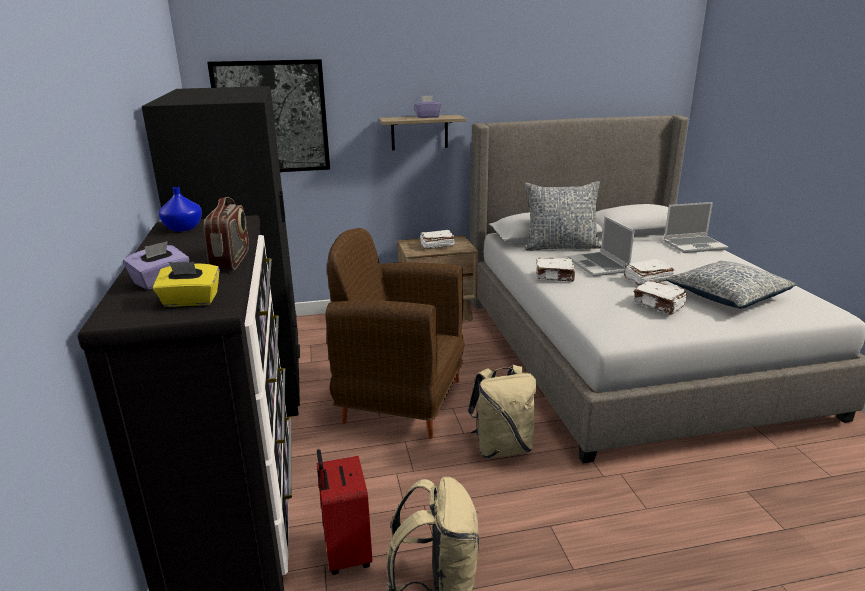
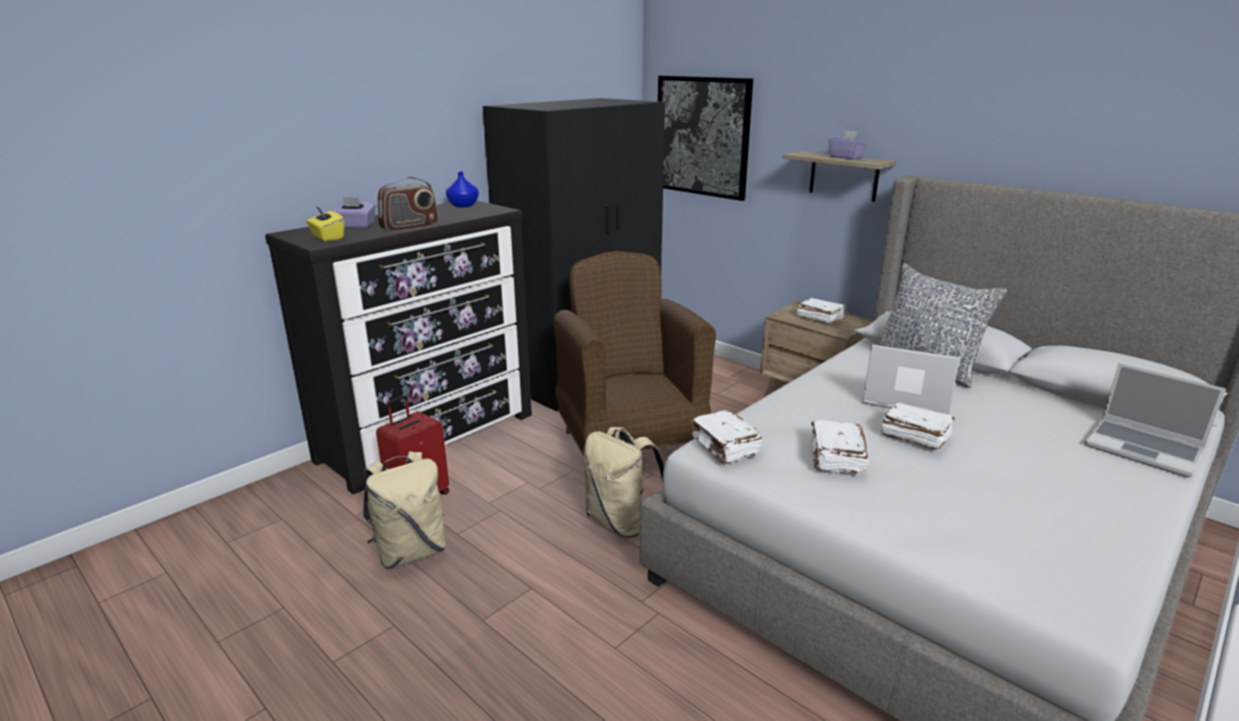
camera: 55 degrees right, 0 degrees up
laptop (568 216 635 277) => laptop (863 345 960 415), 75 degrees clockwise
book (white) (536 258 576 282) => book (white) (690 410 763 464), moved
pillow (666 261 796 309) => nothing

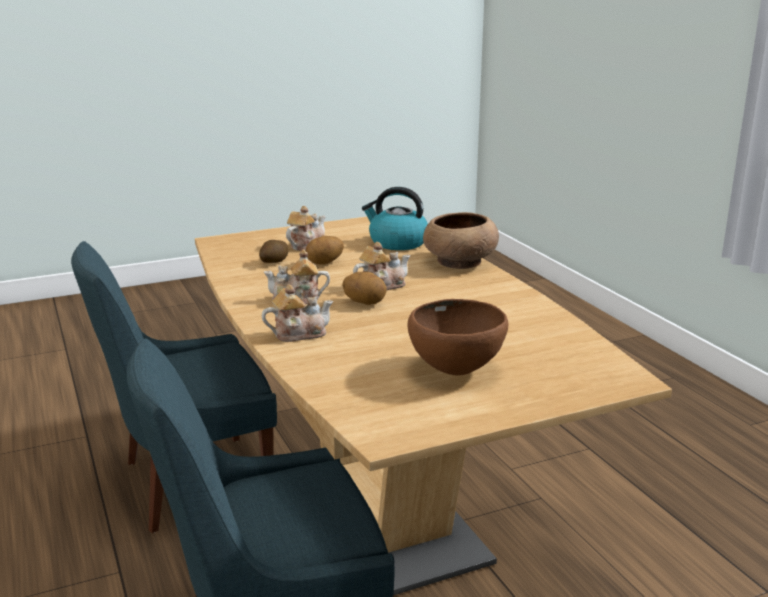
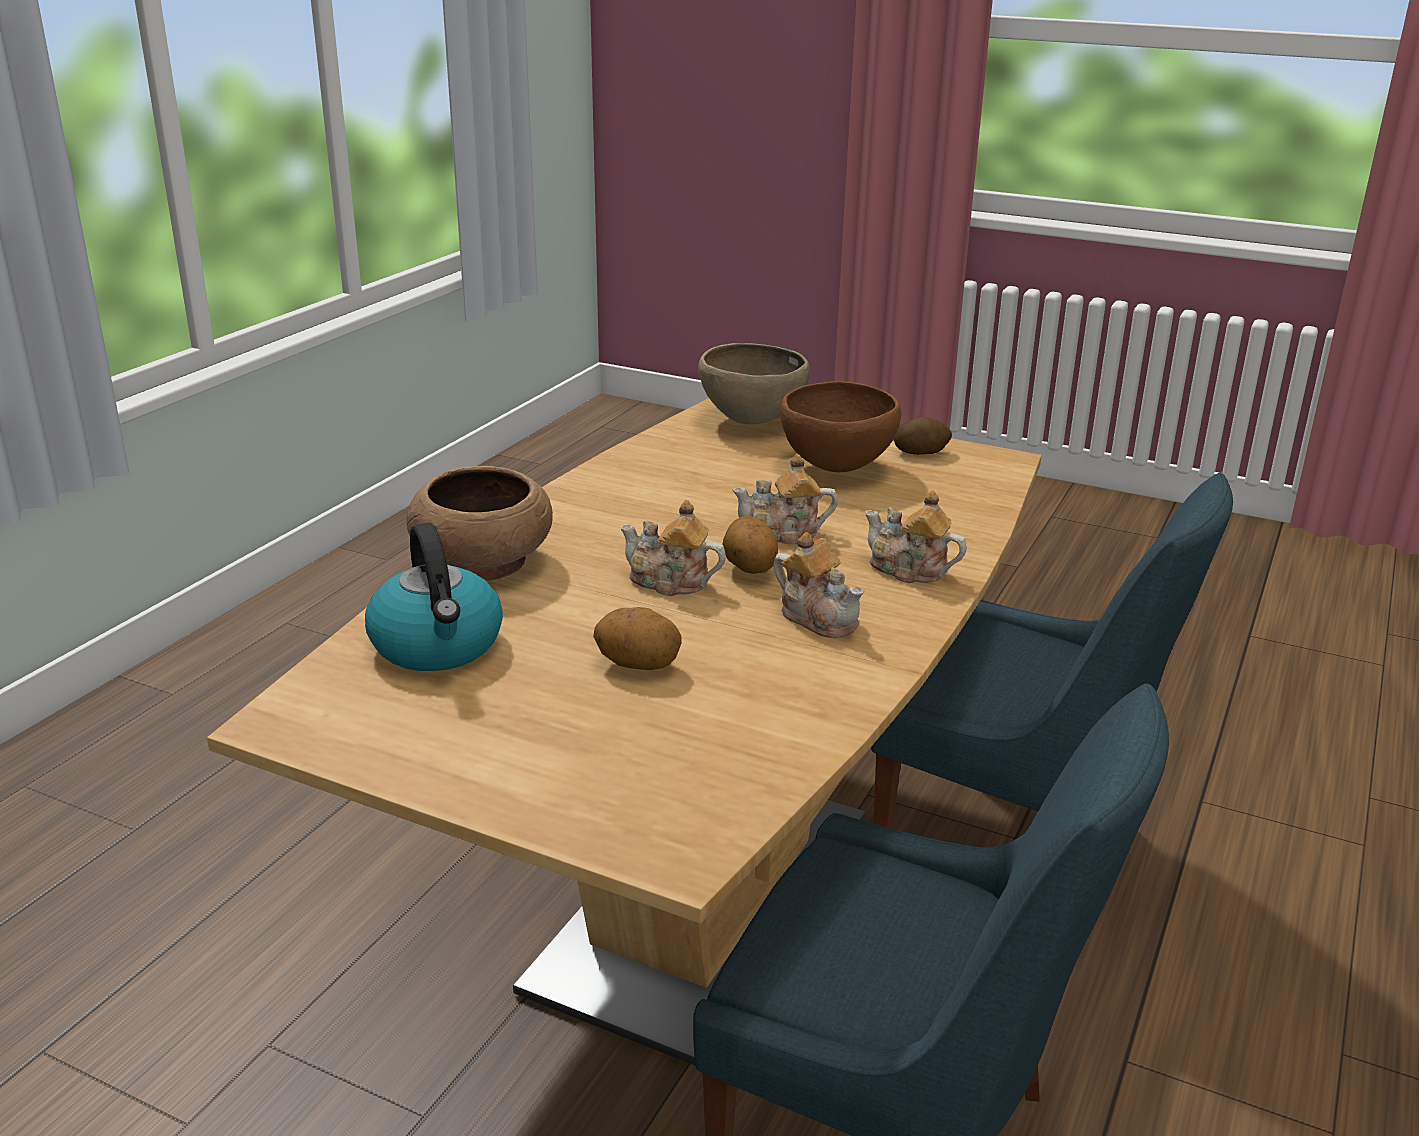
camera: 130 degrees left, 5 degrees up
teapot (286 206 325 251) => teapot (732 454 838 545), moved
potato (259 240 288 263) => potato (894 417 952 455), moved
nothing => bowl (brown) (698 343 810 424)

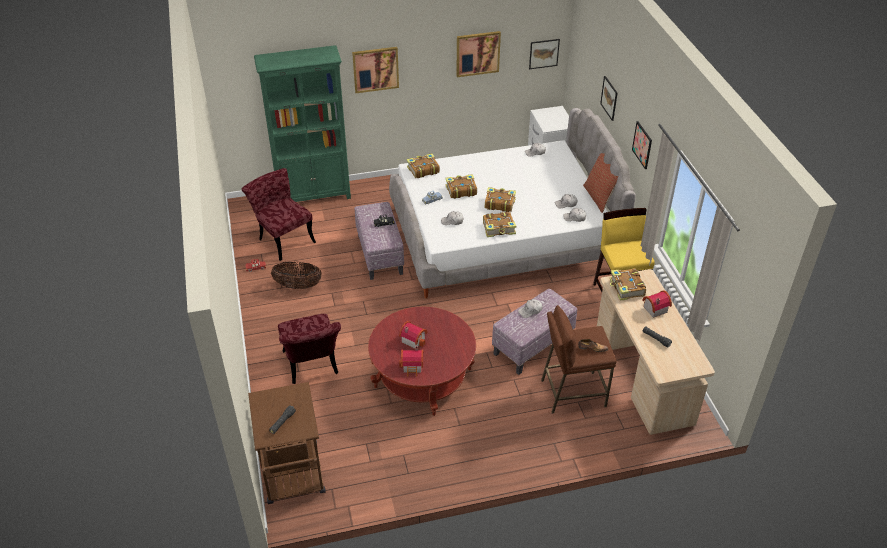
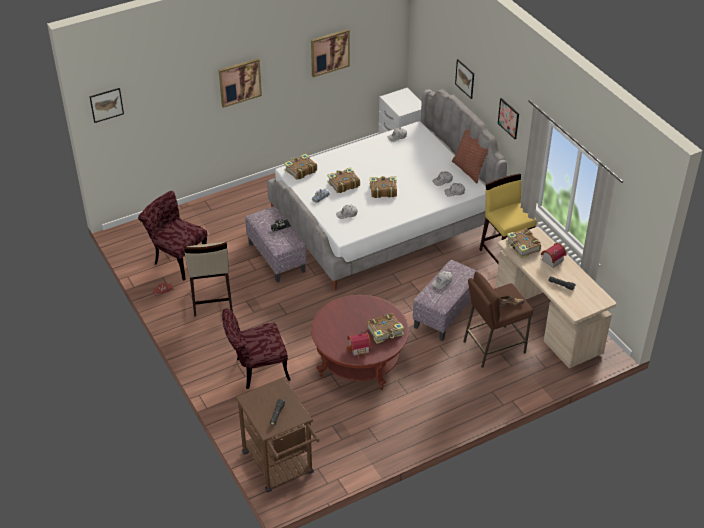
camera: 15 degrees left, 0 degrees up
picture (529 39 560 69) => picture (89 88 124 123), moved
bookcase (green) (254 45 351 202) => nothing
book (483 212 516 237) => book (367 313 404 344), moved
basket (271 262 322 289) => stool (beige) (184 242 233 317)
chair (red) (278 314 341 384) => chair (red) (222 308 291 389), 105 degrees clockwise
toy house (399 321 428 349) => nothing

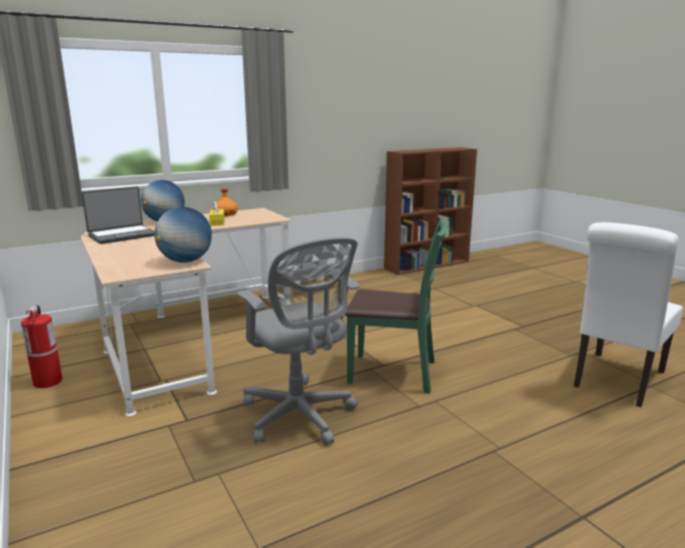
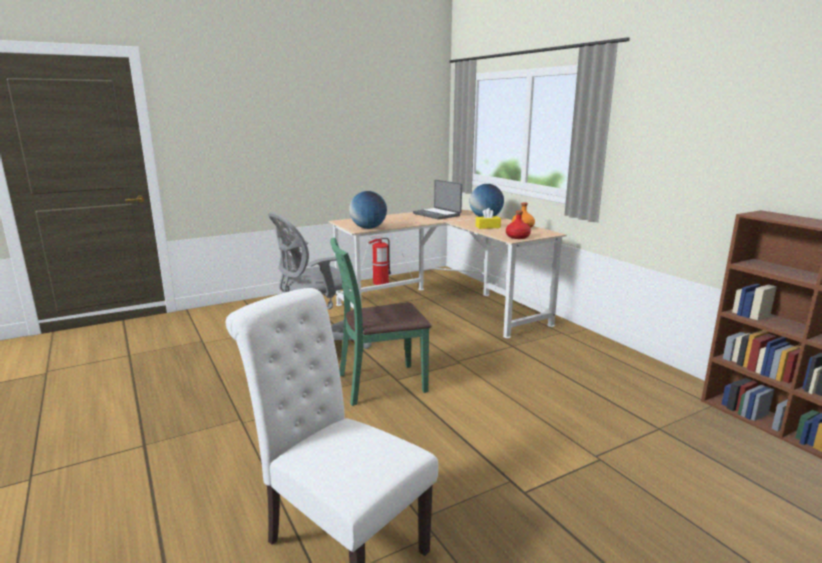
camera: 90 degrees right, 0 degrees up
chair (green) (345 219 448 394) => chair (green) (330 238 432 406), 60 degrees clockwise
nothing => bottle (red) (506 210 531 239)

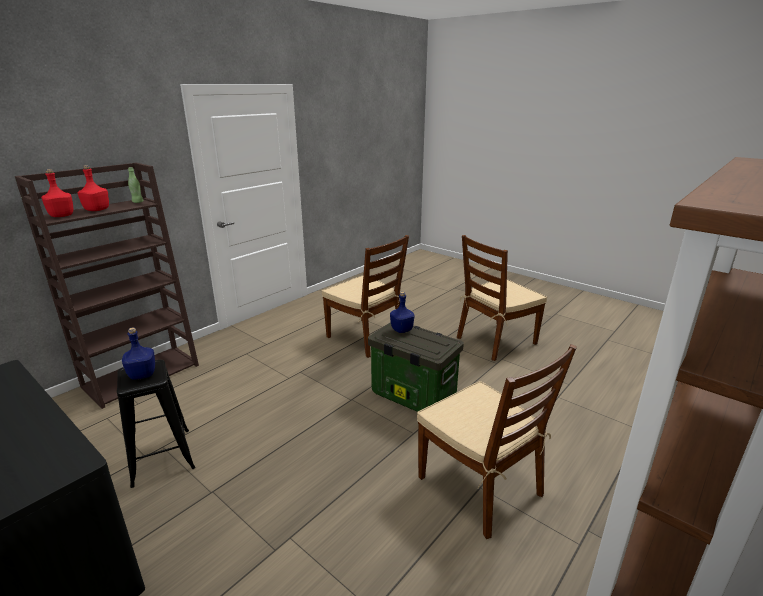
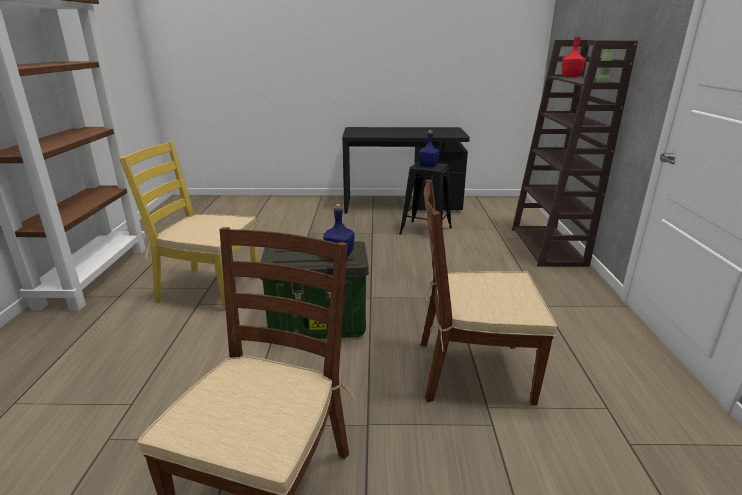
camera: 140 degrees right, 0 degrees up
bottle (red) (78 165 109 211) => nothing
chair (brown) (417 344 577 539) => chair (yellow) (119 141 258 311)

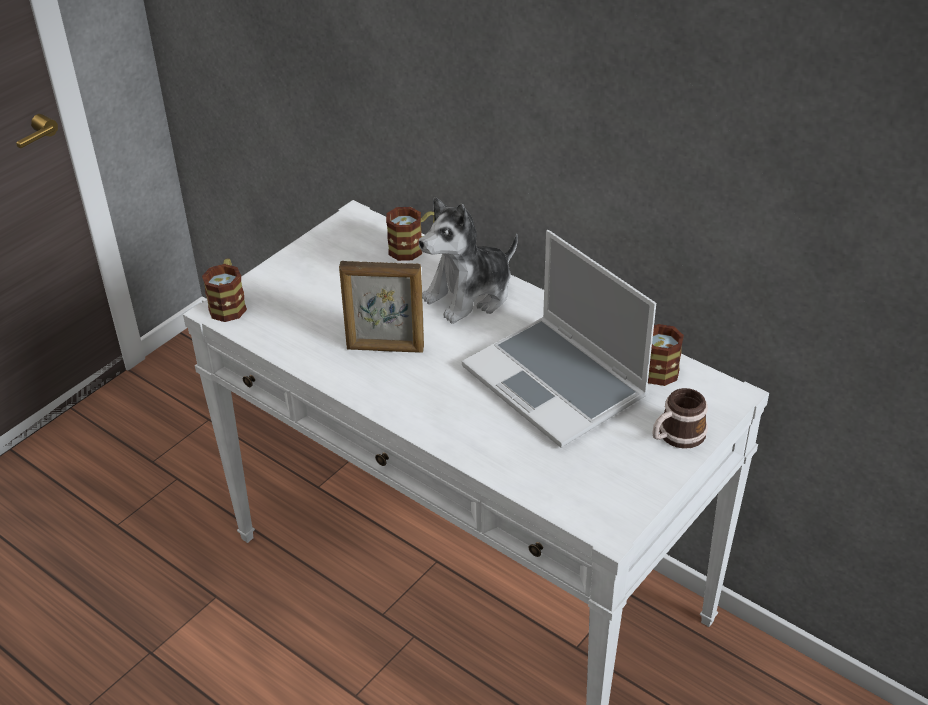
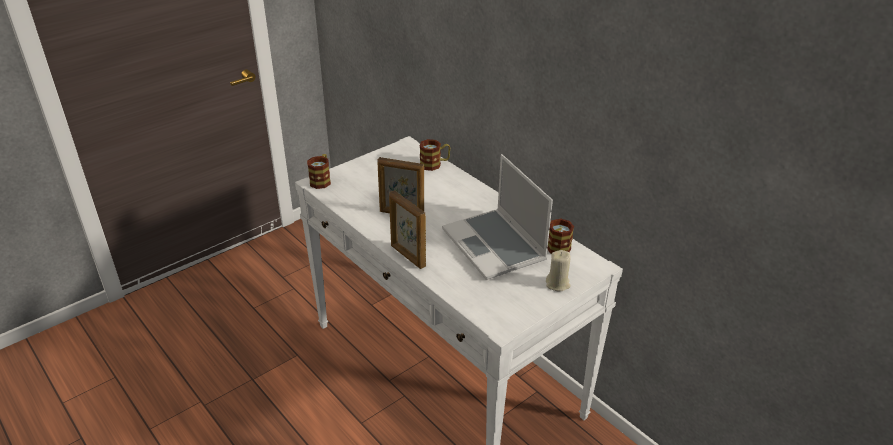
camera: 10 degrees right, 5 degrees down
plush toy (419 197 518 324) => nothing
mug (652 388 708 449) => candle (beige) (546 250 571 291)
nothing => picture frame (389 190 426 269)

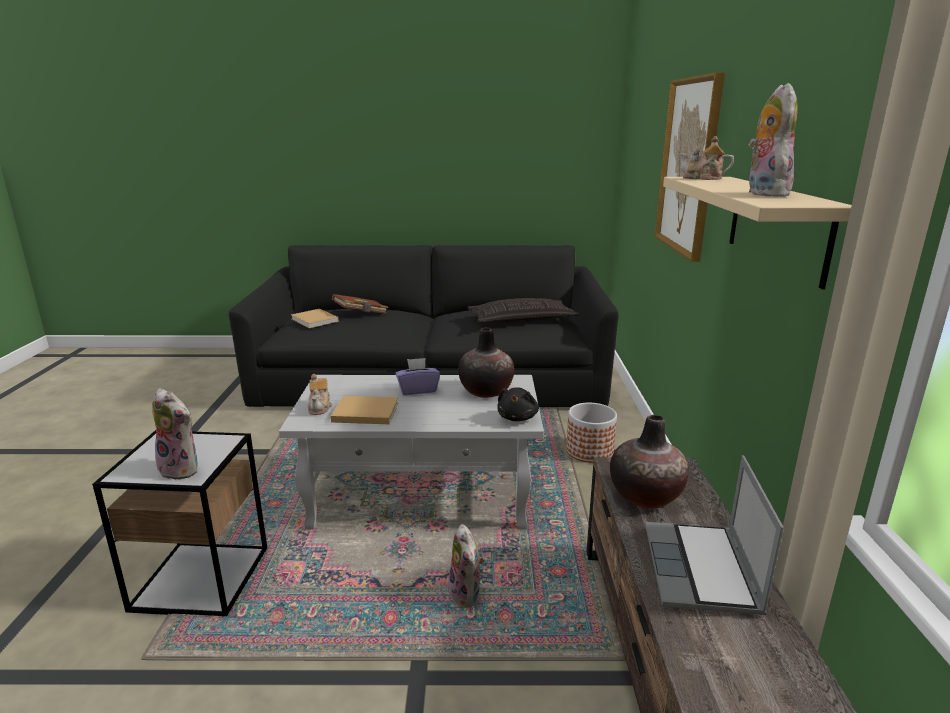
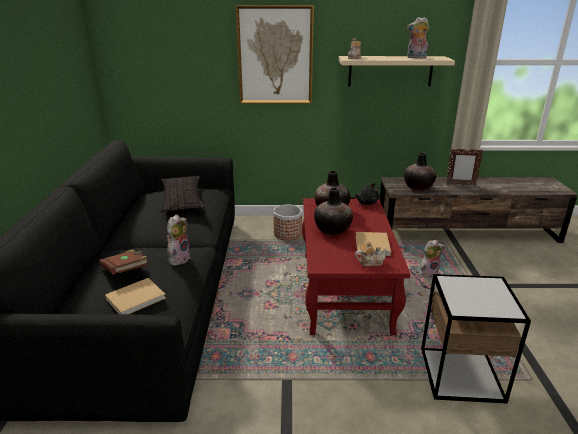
camera: 90 degrees left, 5 degrees up
tissue box (purple) (395 358 440 395) => vase (314 188 353 236)
coffee table (white) (279 375 544 529) => coffee table (red) (302 198 411 335)
plush toy (152 388 198 480) => plush toy (167 214 190 266), moved
laptop (645 455 784 615) => picture frame (446 148 483 186)

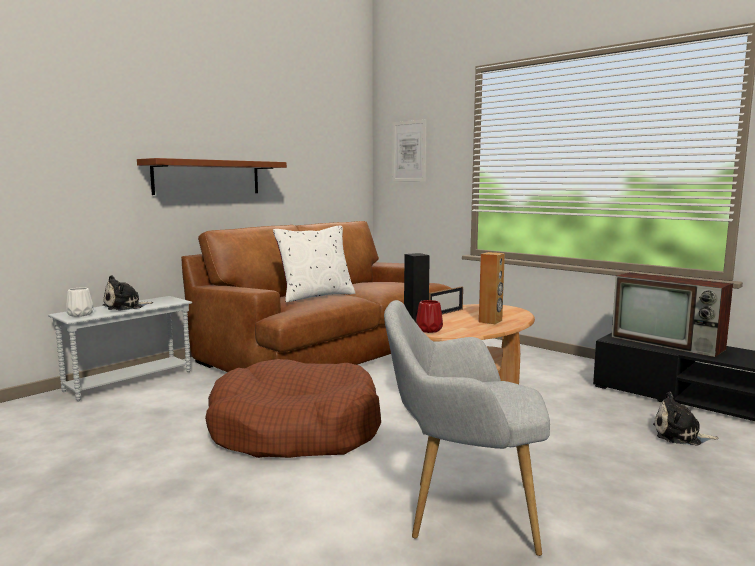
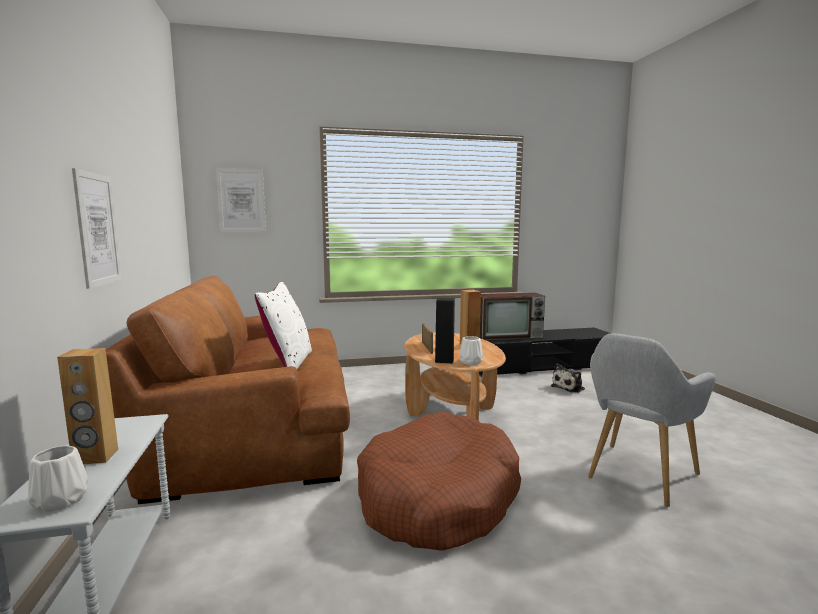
camera: 55 degrees left, 0 degrees up
shelf (brown) (137 158 287 195) => picture (72 168 121 289)
plush toy (103 275 154 311) => speaker (brown) (57 348 118 464)
vase (red) (416 300 443 333) => vase (white) (459 336 483 365)

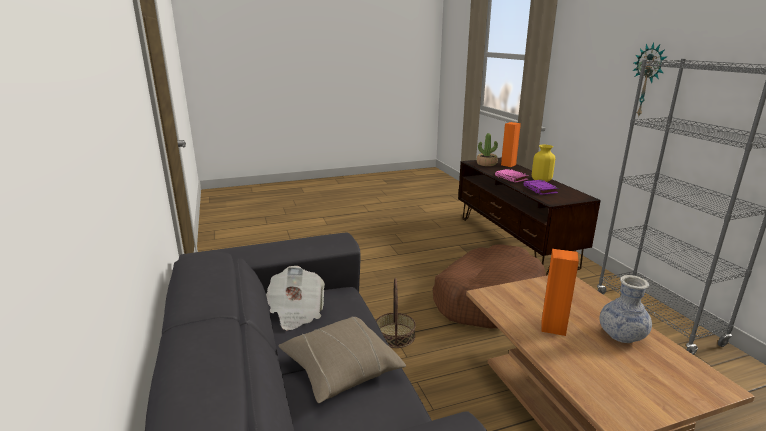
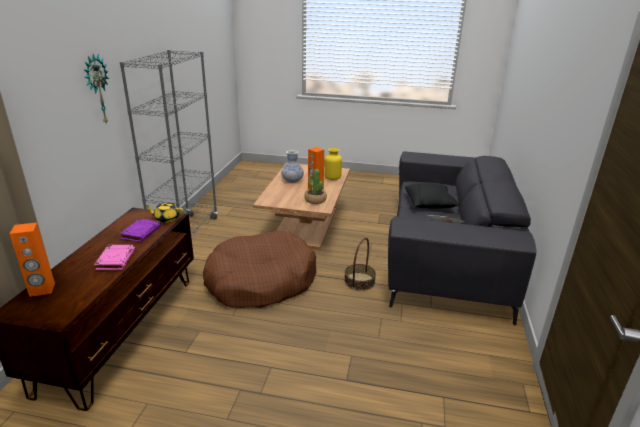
camera: 150 degrees left, 5 degrees up
potted plant (476 133 498 166) => potted plant (304 169 327 204), moved
vase (yellow) (532 145 555 182) => vase (yellow) (324 148 342 180), moved
pillow (beige) (278 317 406 403) => pillow (black) (405 183 460 208)
nothing => teapot (yellow) (146 202 184 223)

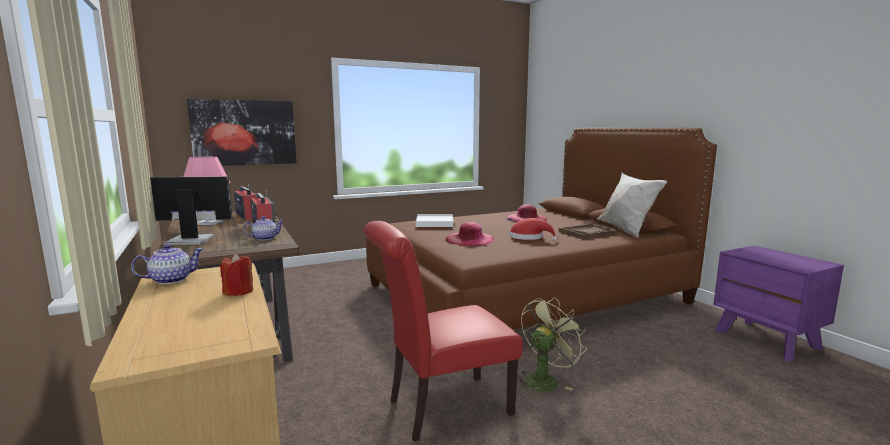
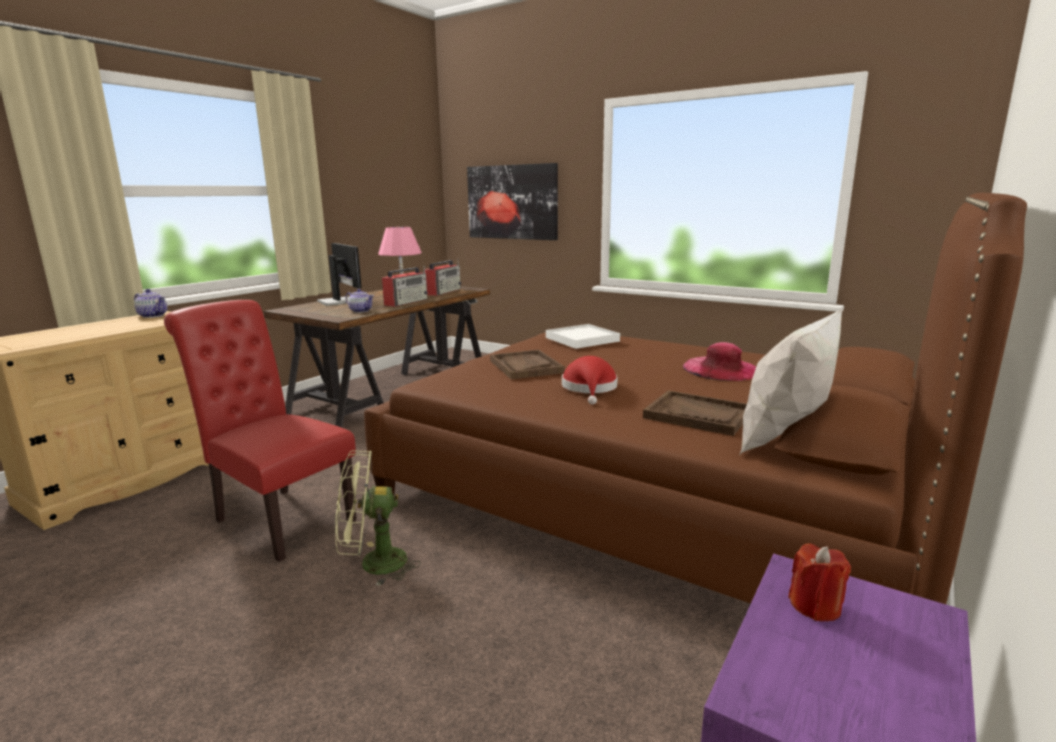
camera: 60 degrees right, 5 degrees up
hat (pink) (445 222 495 246) => tray (brown) (490 350 565 379)
candle (red) (220 253 253 296) => candle (red) (788 544 851 621), moved
fan (green) (517 297 587 391) => fan (green) (335 450 421 586), 150 degrees clockwise

